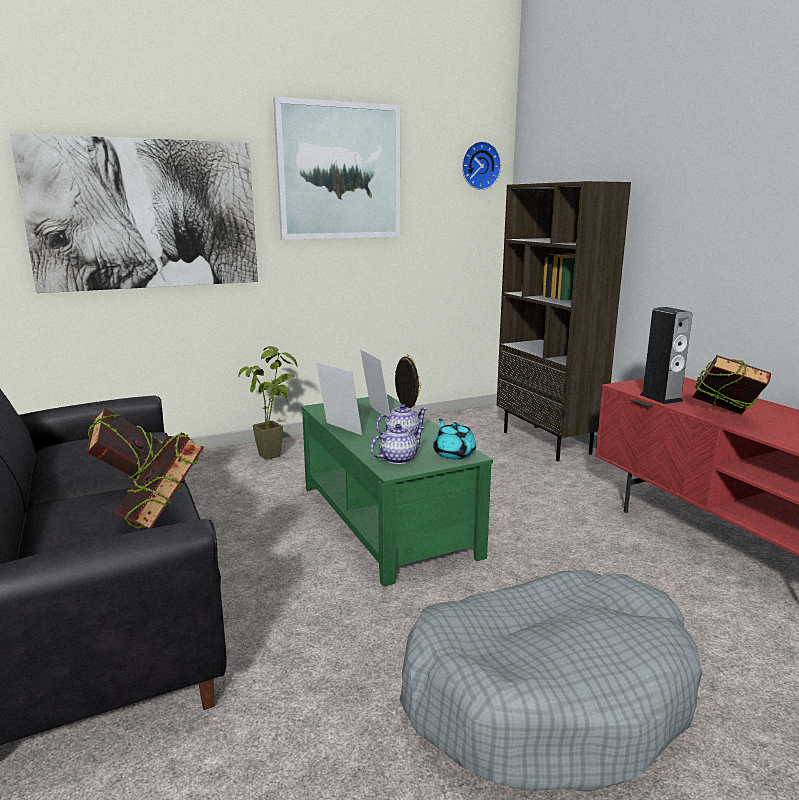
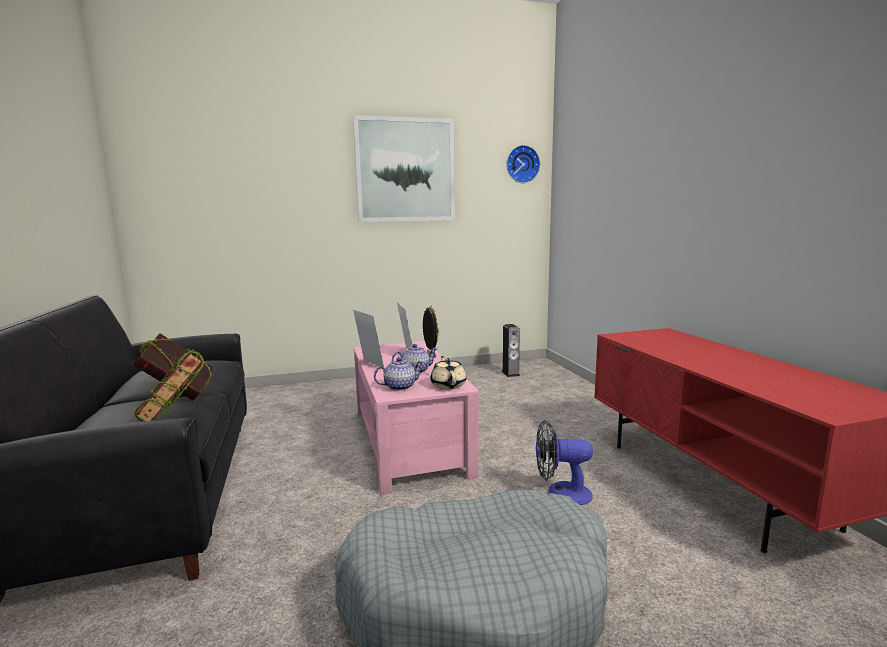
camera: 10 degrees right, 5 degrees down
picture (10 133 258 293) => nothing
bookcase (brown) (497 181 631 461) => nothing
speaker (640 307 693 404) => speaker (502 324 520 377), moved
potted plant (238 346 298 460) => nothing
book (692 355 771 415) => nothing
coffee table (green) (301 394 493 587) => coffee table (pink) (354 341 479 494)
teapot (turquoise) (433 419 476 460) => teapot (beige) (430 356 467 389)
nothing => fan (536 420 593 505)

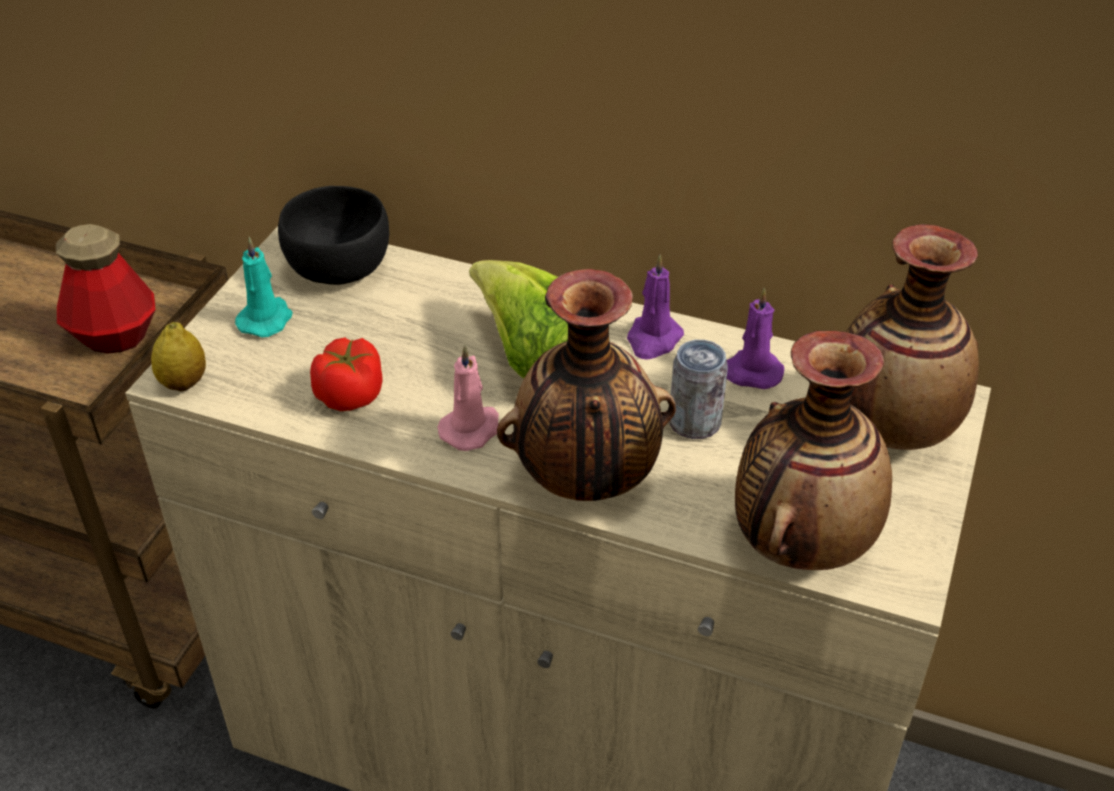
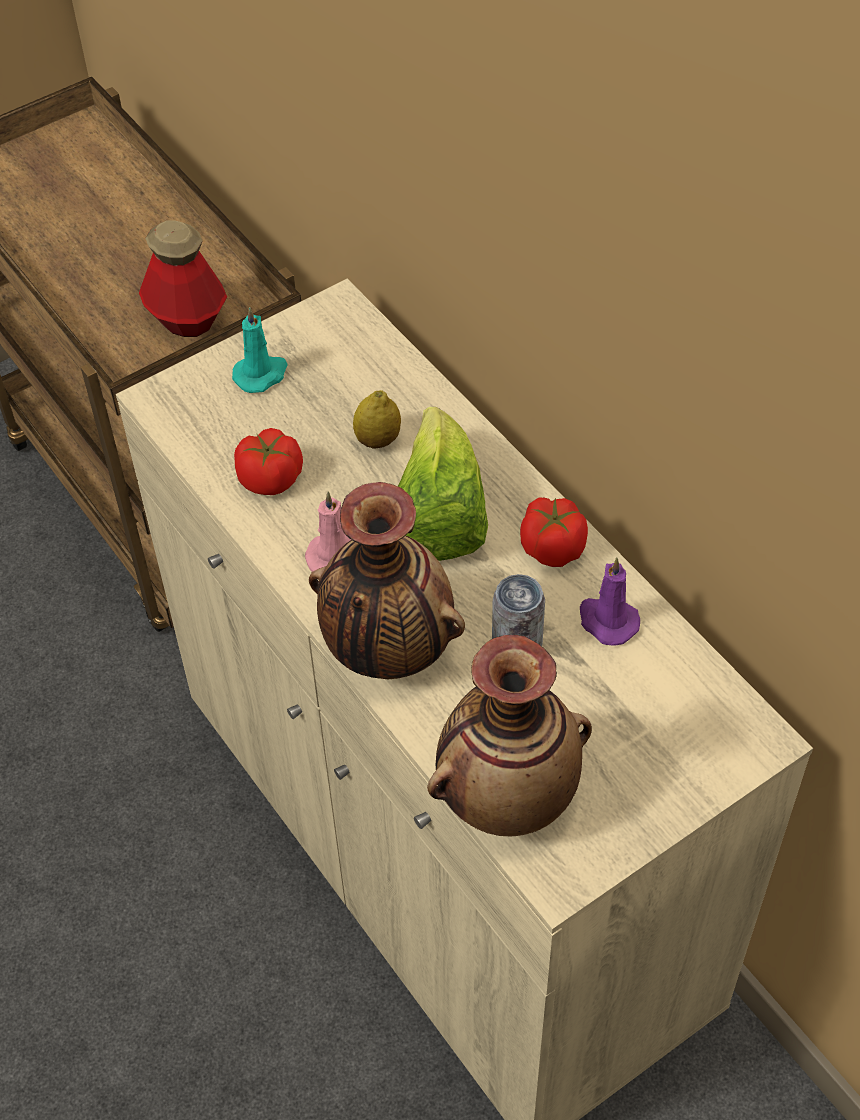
camera: 35 degrees right, 10 degrees up
bowl (black) (278 186 389 285) => nothing
vase (846 224 979 450) => nothing
candle (purple) (627 254 684 360) => tomato (520 497 588 567)
lemon (151 322 206 392) => lemon (353 390 401 449), moved

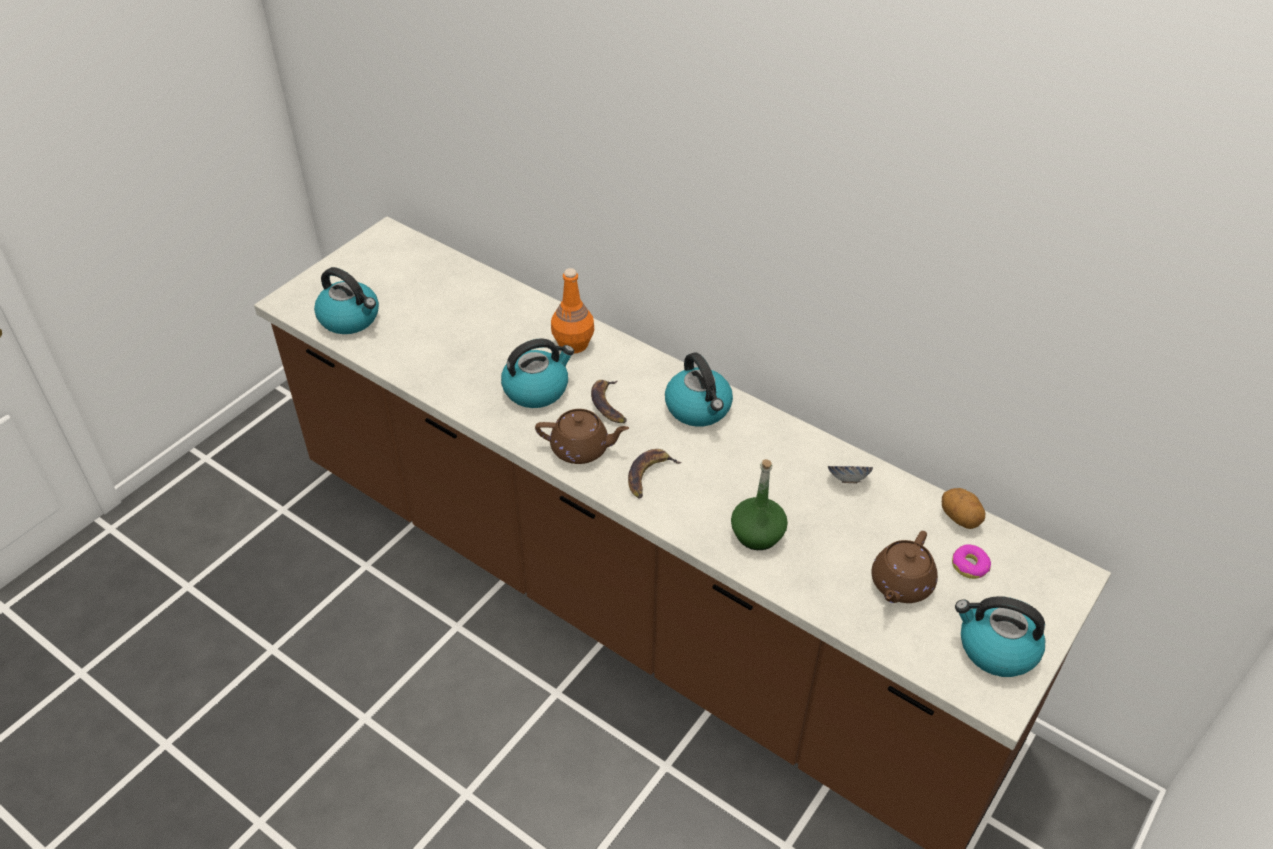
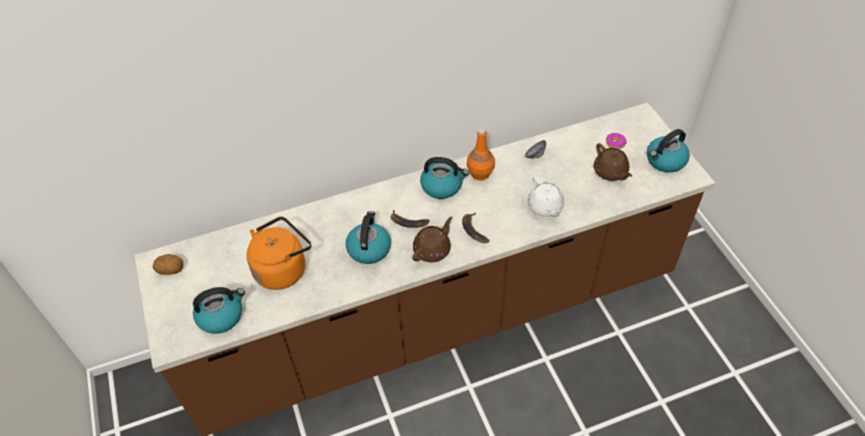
camera: 55 degrees left, 5 degrees up
bottle (orange) (551 268 594 353) => bottle (orange) (467 128 495 180), moved
bottle (green) (731 459 788 550) => teapot (white) (528 176 564 217)
potato (942 488 985 529) => potato (153 254 183 275), moved
nothing => kettle (orange) (247 216 311 290)

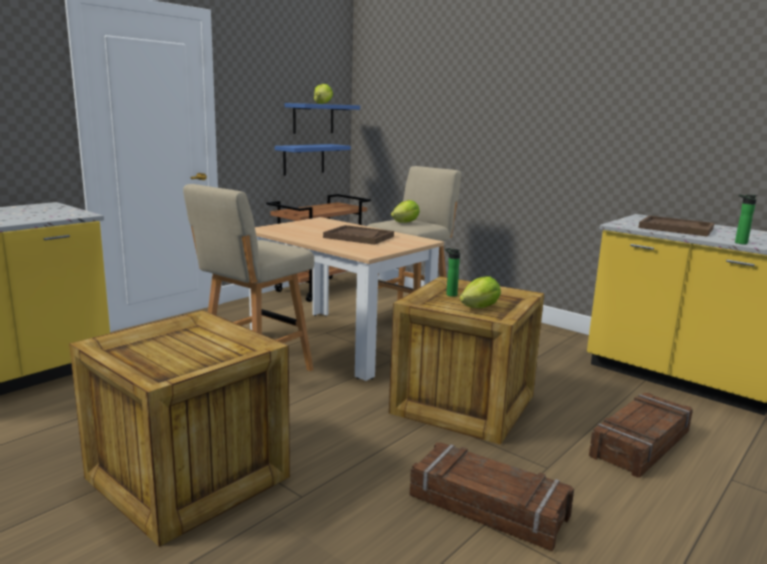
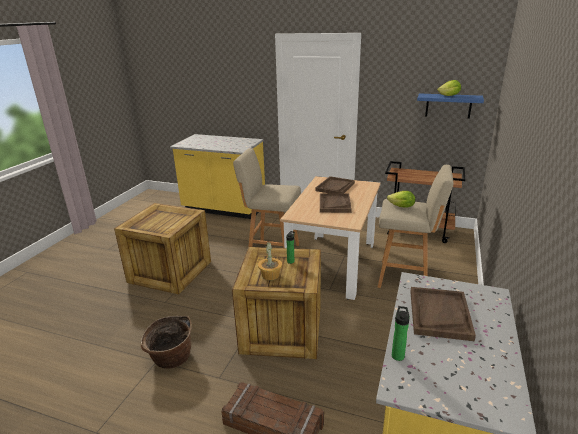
camera: 70 degrees right, 10 degrees up
shelf (blue) (275 144 351 176) => nothing
lettuce (459 276 501 308) => potted plant (258 242 282 280)
crate (410 442 574 551) => basket (140 316 192 369)
nothing => tray (brown) (315 176 355 193)

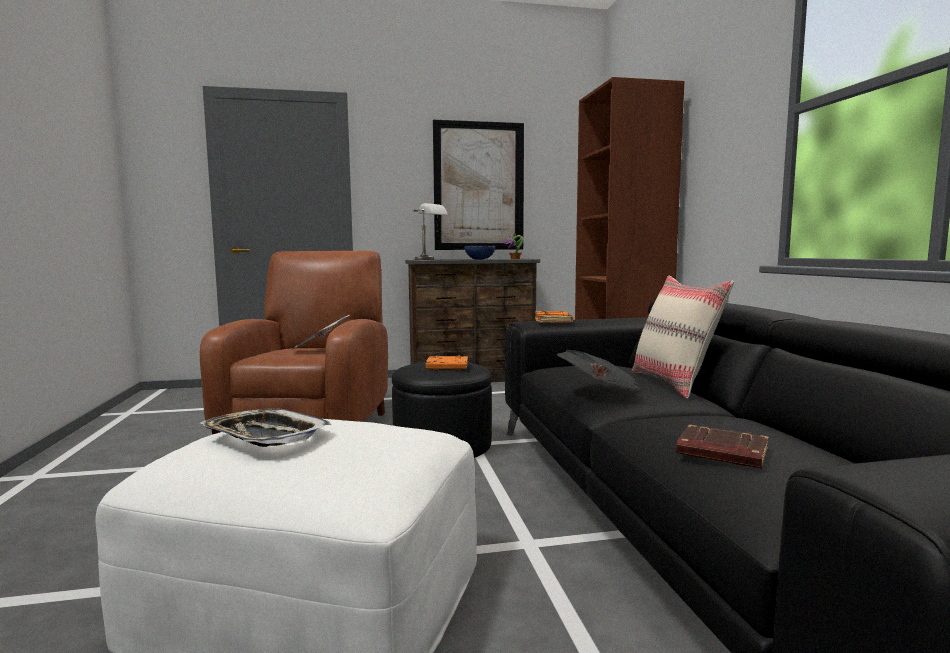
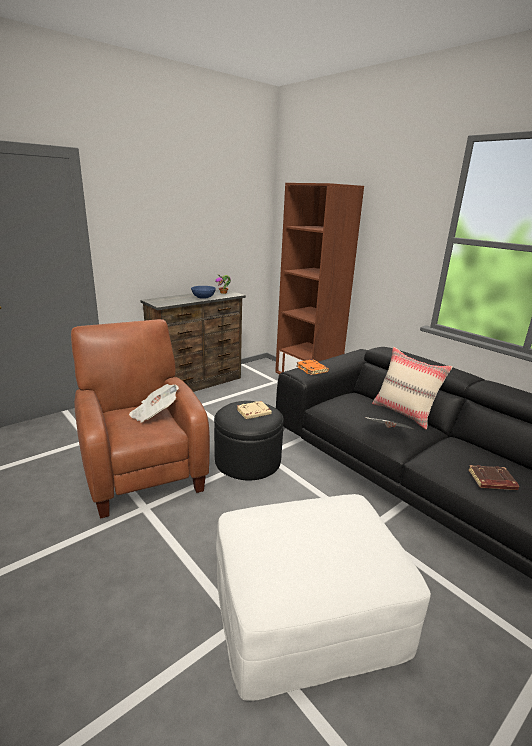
camera: 30 degrees left, 15 degrees up
picture (433 120 524 250) => nothing
table lamp (grey) (412 203 448 260) => nothing
book (orange) (426 356 468 370) => book (beige) (237 401 272 419)
tray (200 408 331 447) => nothing

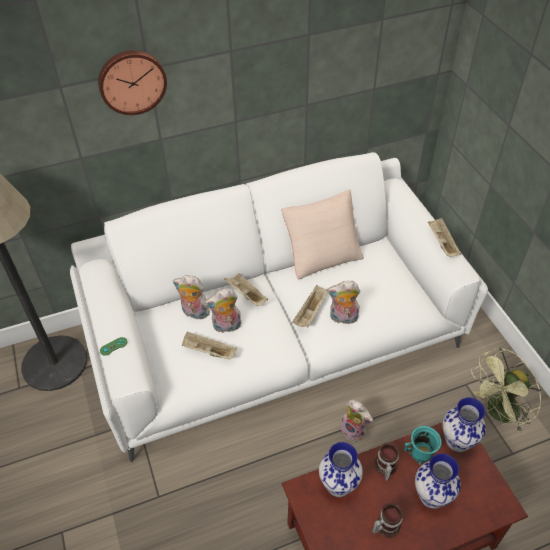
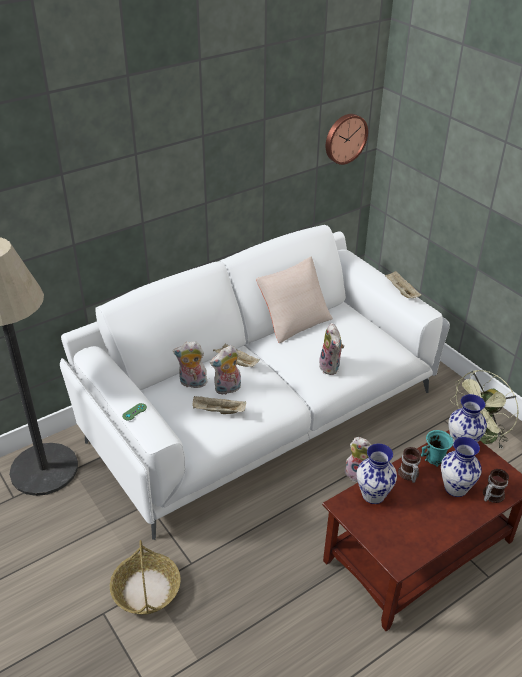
camera: 15 degrees left, 10 degrees down
wall clock (98 50 167 115) => wall clock (326 114 368 165), moved
plush toy (327 281 360 324) => plush toy (319 323 344 375), 90 degrees counterclockwise
tray (beige) (292 285 328 327) => nothing
mug (372 503 403 538) => mug (483 469 509 503), moved
nothing => basket (110 540 181 615)

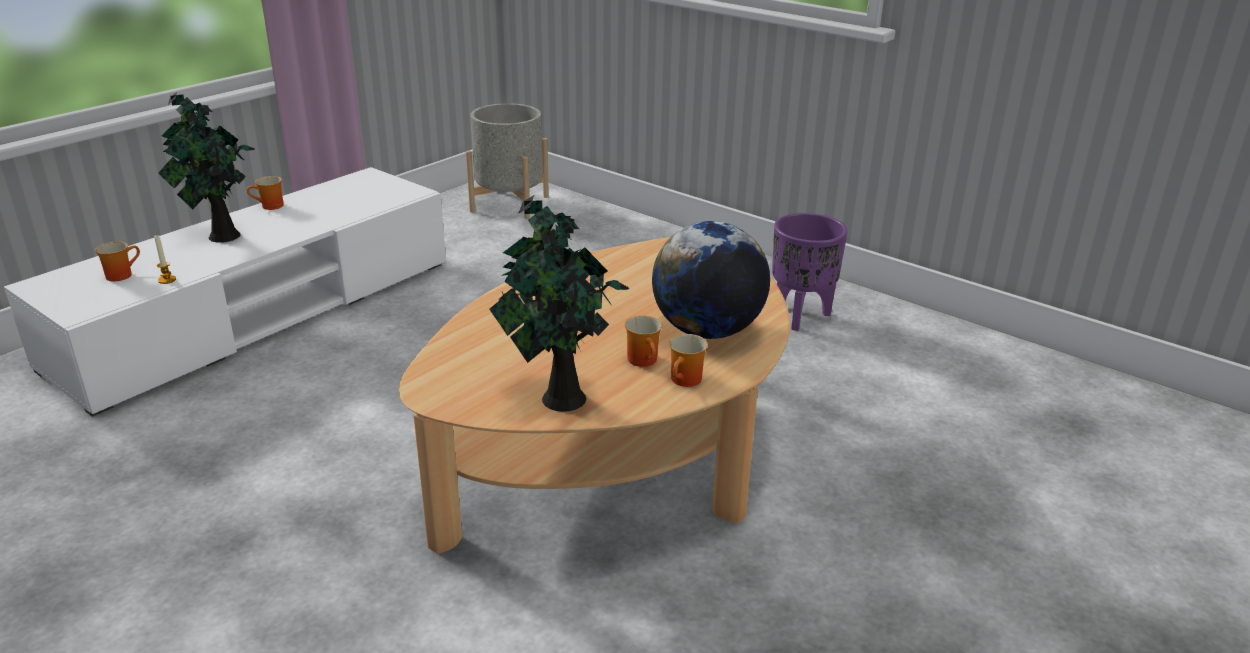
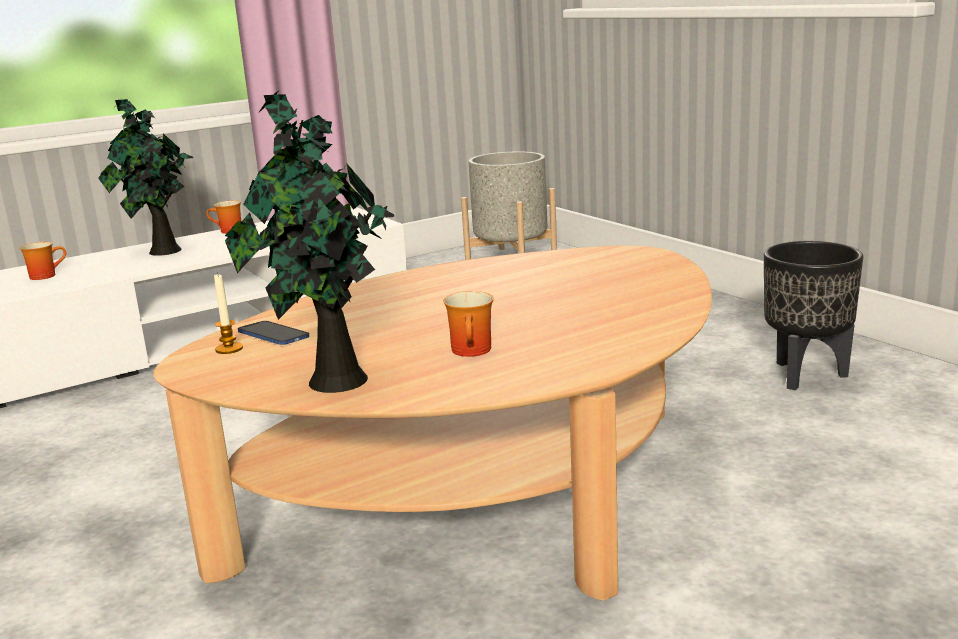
camera: 20 degrees right, 10 degrees down
planter (purple) (772 213 848 331) => planter (black) (764 241 863 390)
globe (652 221 770 339) => nothing
candle (154 235 176 284) => candle (214 273 243 354), moved
mug (669 334 708 387) => nothing
nothing => phone (238 321 309 345)

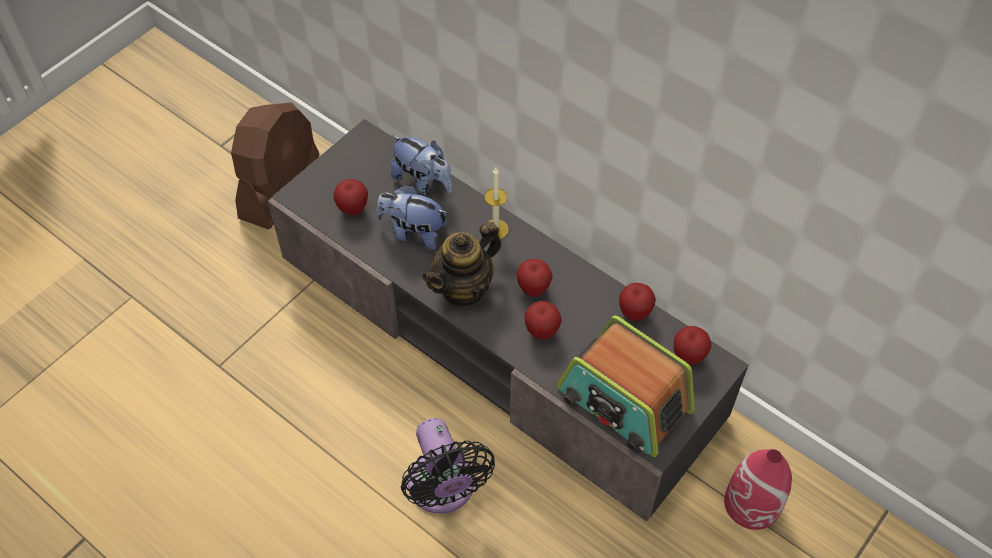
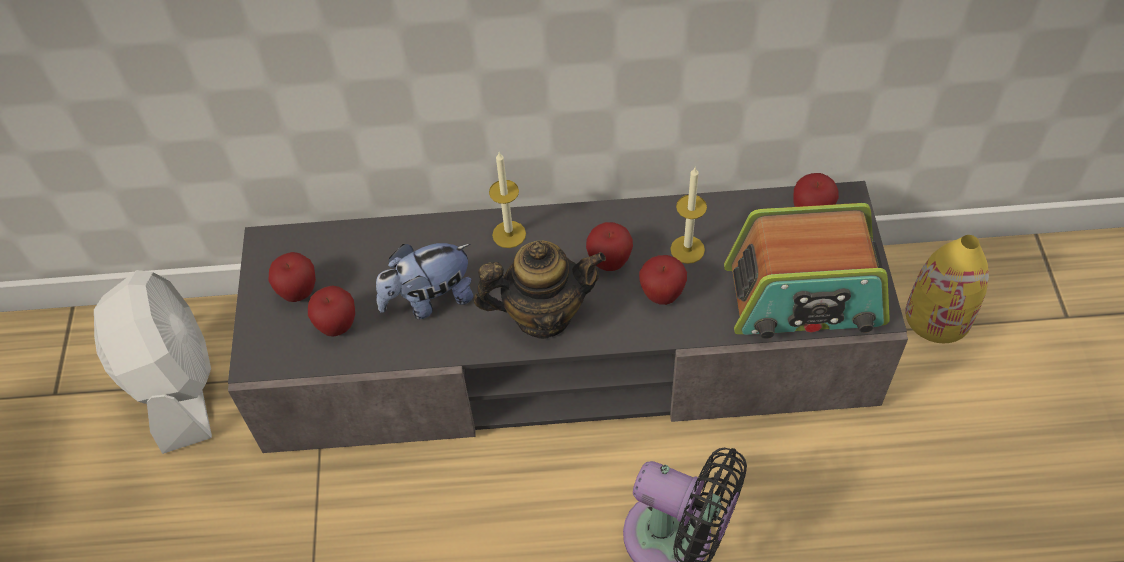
camera: 40 degrees left, 0 degrees up
fan (brown) (231 102 320 229) => fan (white) (94 270 212 454)
plush toy (391 135 452 195) => nothing
teapot (422 221 501 308) => teapot (474 241 606 339), 105 degrees counterclockwise
apple (619 283 656 321) => apple (269 252 316 302), moved
vase (red) (724 449 792 530) => vase (yellow) (905 235 989 343)
nothing => candle (670 168 707 264)

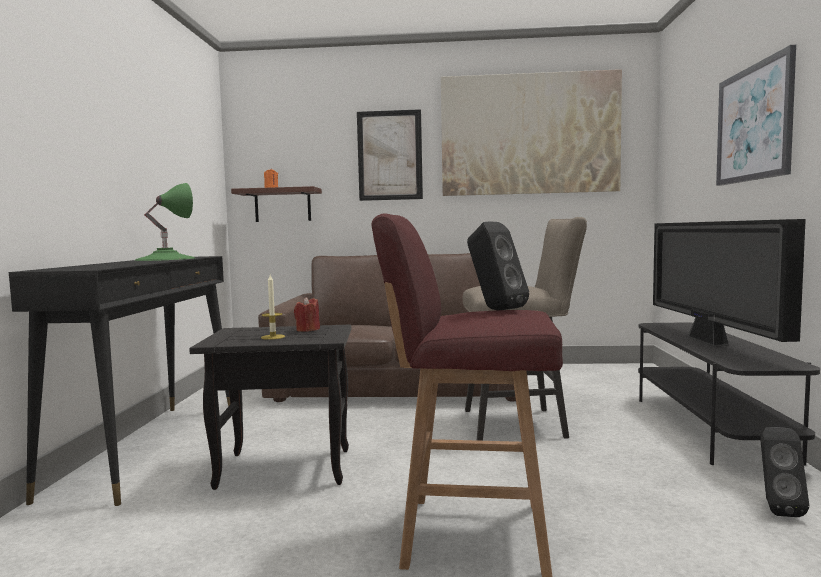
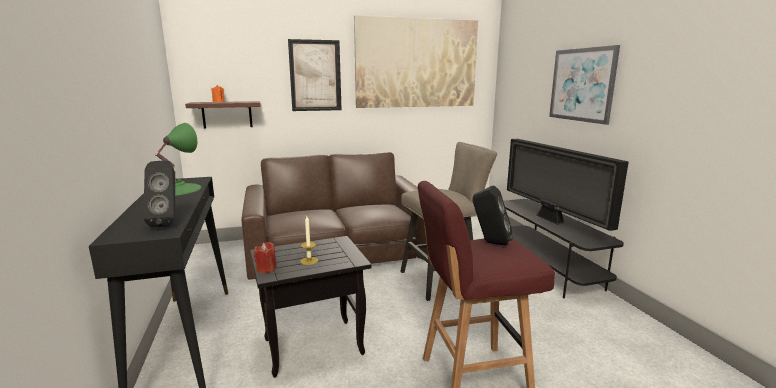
camera: 20 degrees left, 10 degrees up
candle (red) (294 297 320 332) => candle (red) (254 242 276 273), moved
speaker (black) (760 427 810 517) => speaker (black) (144 161 175 227), moved

